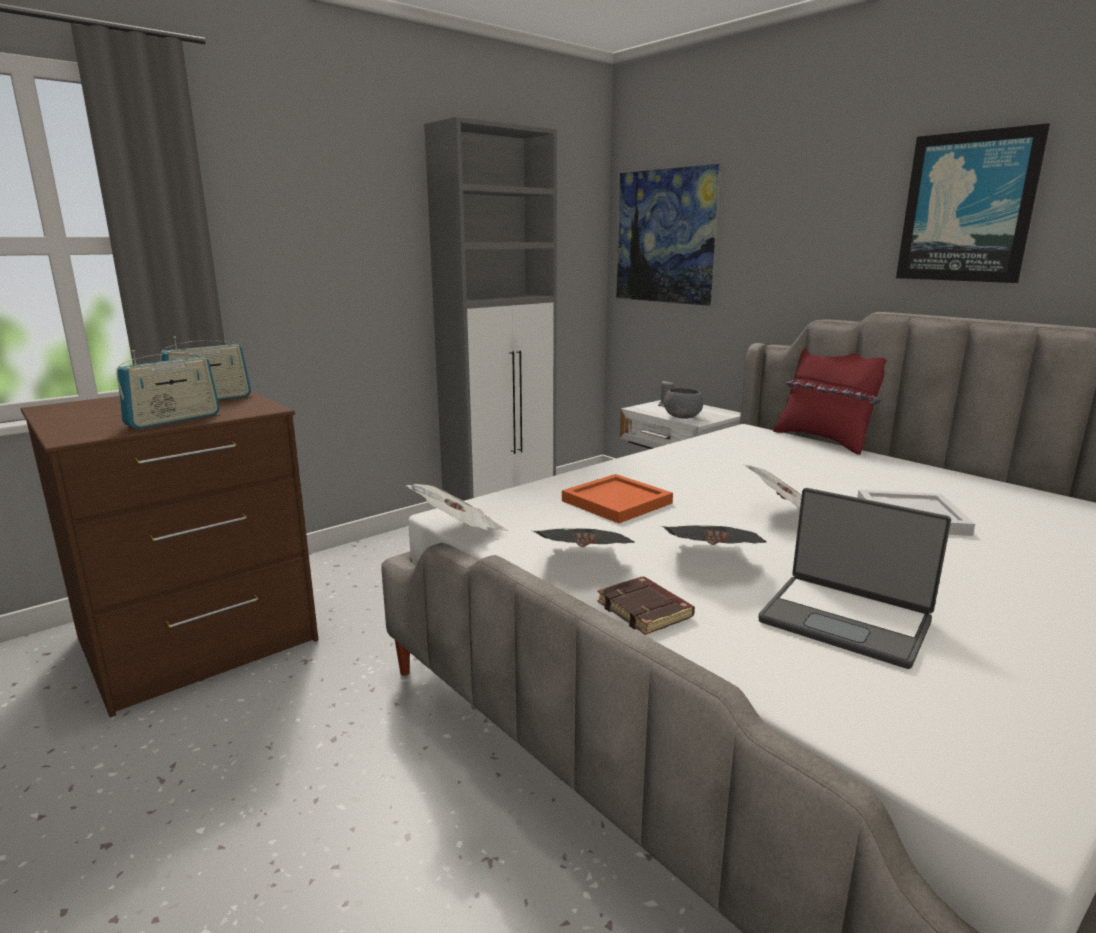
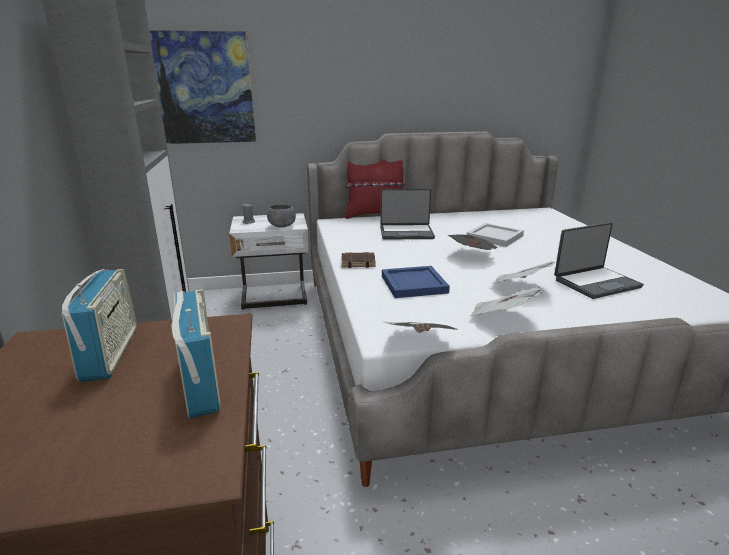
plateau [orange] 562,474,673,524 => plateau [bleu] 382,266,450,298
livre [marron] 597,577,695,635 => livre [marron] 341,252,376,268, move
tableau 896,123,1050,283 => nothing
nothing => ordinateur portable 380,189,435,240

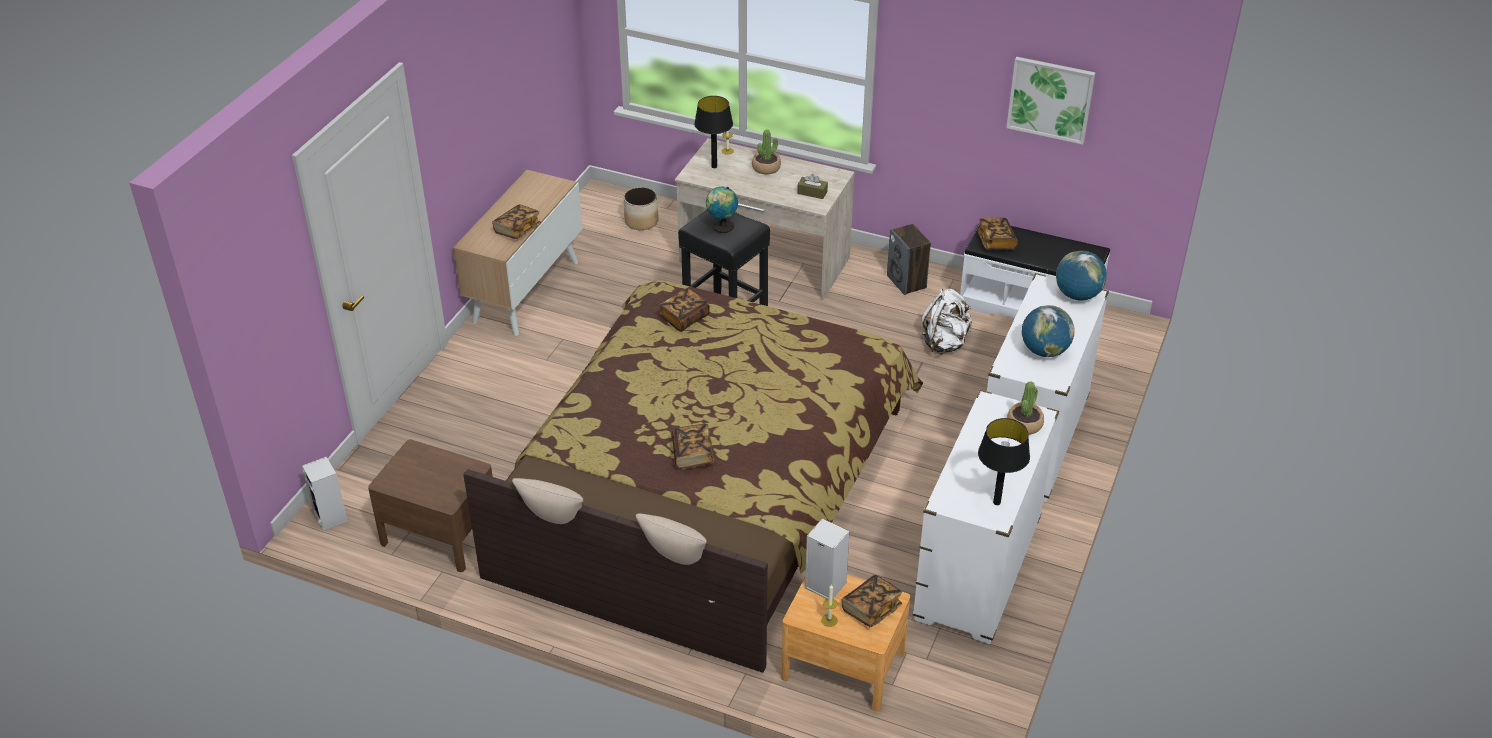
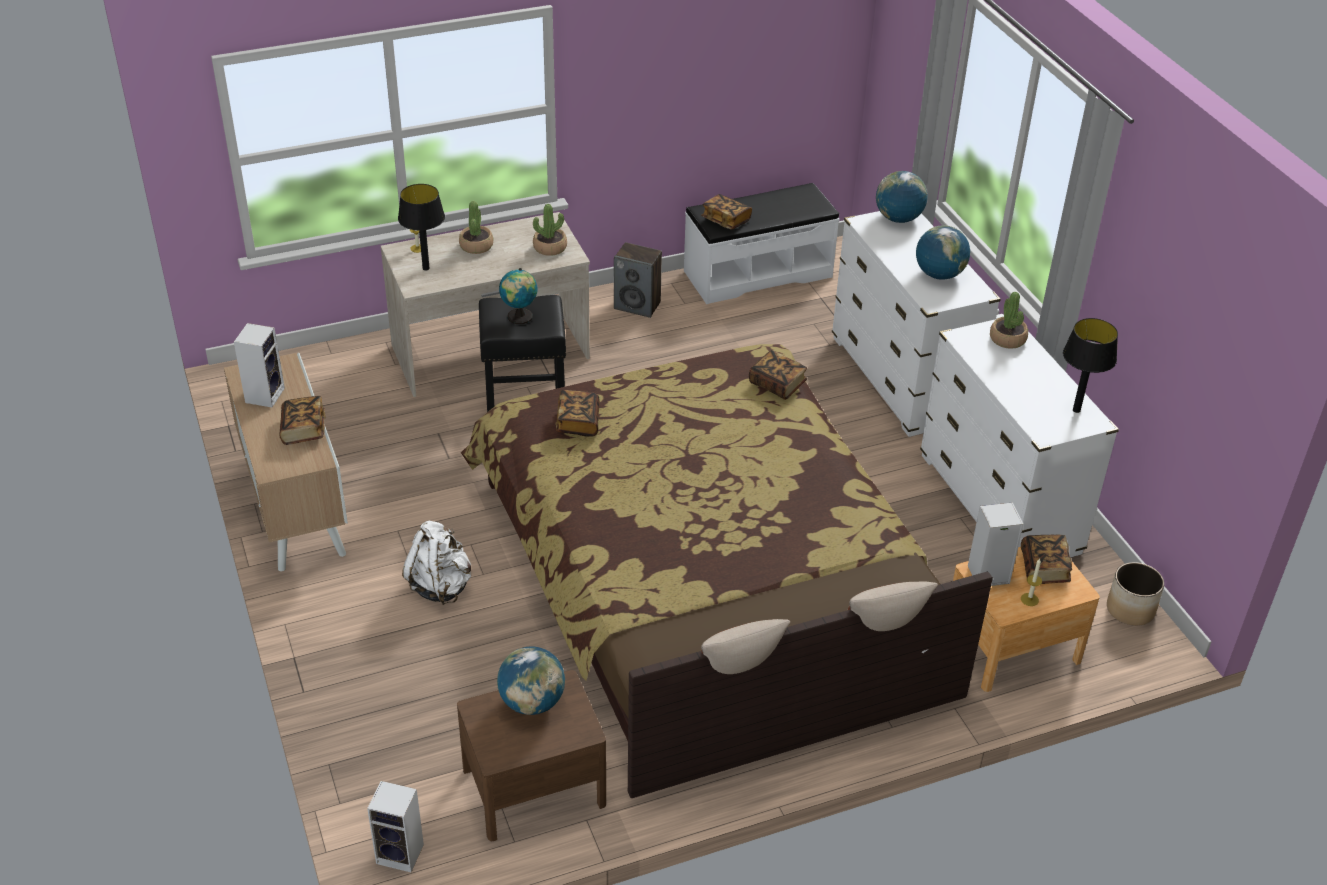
cache-pot 624,187,659,230 => cache-pot 1107,562,1164,626, move
livre 671,424,714,470 => livre 749,350,807,400, move
boîte à mouchoirs [marron] 797,174,828,199 => plante en pot 533,204,567,256
sac à dos [blanc] 921,288,972,355 => sac à dos [blanc] 402,521,471,605, move
tableau 1006,57,1095,144 => nothing
nothing => enceinte 234,323,285,407
nothing => globe 497,646,565,715

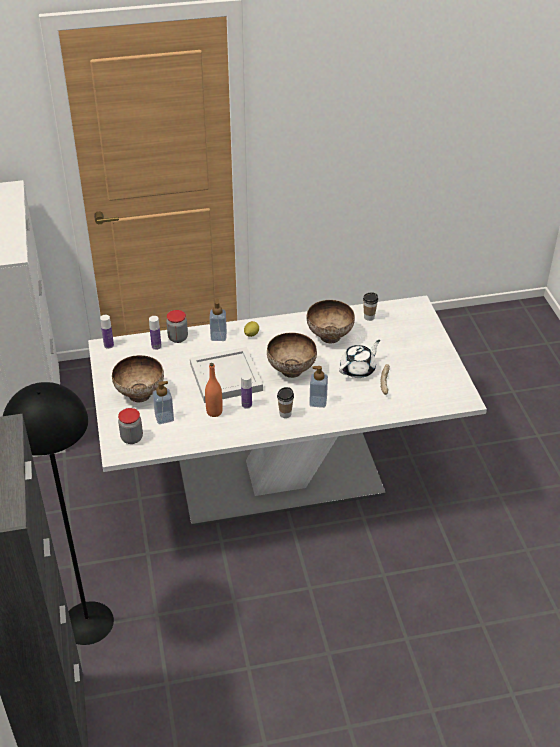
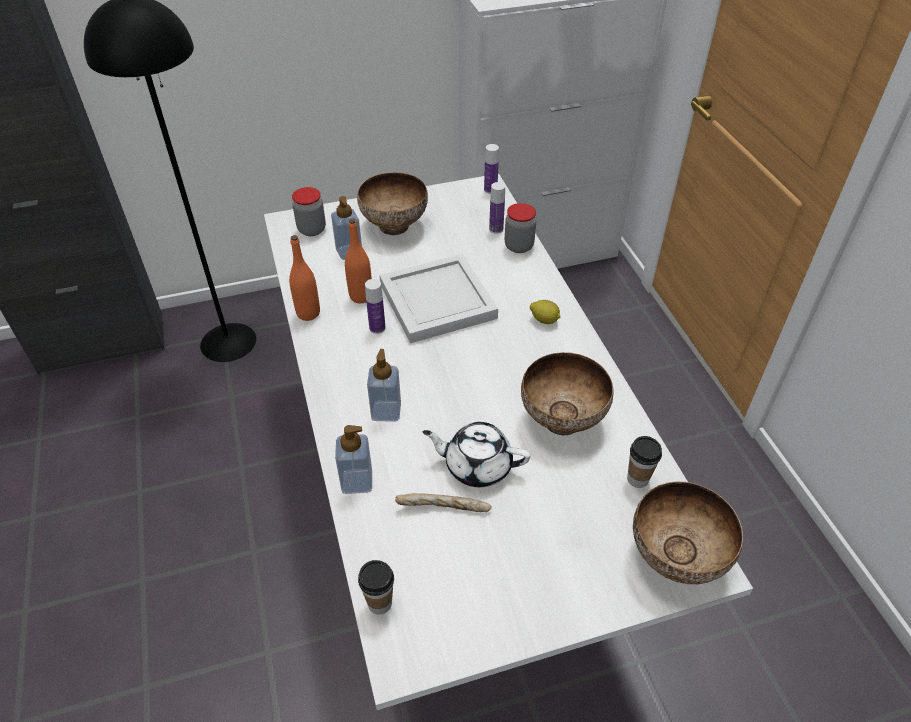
distributeur de savon 209,299,227,341 => distributeur de savon 335,425,372,494, move
bol 267,333,317,378 => bol 633,482,743,584, move
tasse 277,387,294,418 => tasse 358,560,394,615, move
théière [blanc] 339,340,380,378 => théière [blanc] 423,422,530,487, 150 degrees clockwise
nothing => bouteille [orange] 289,235,320,321

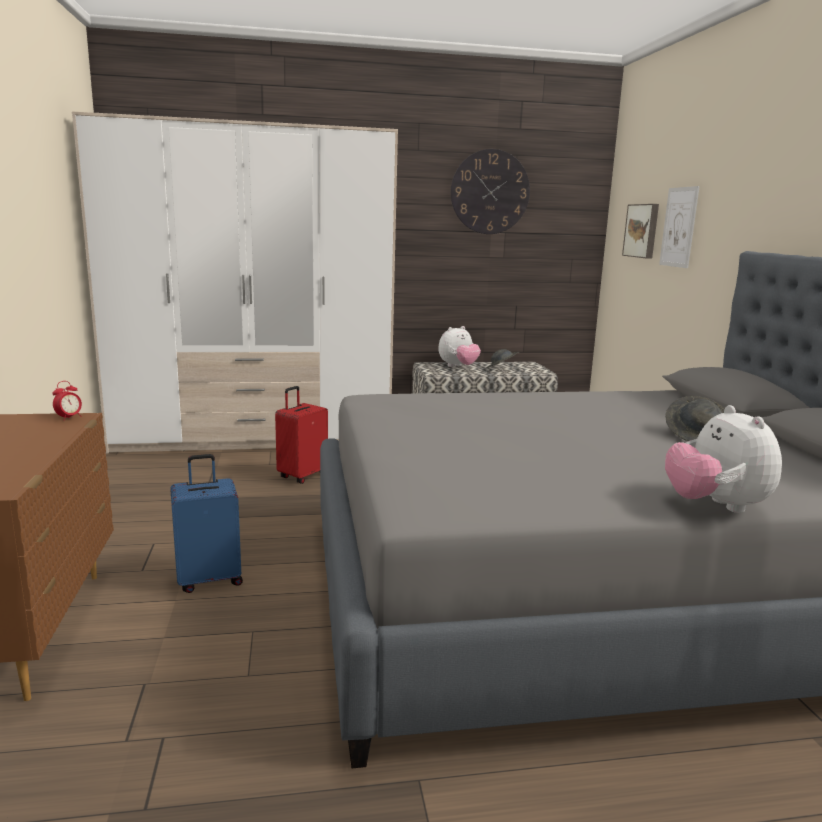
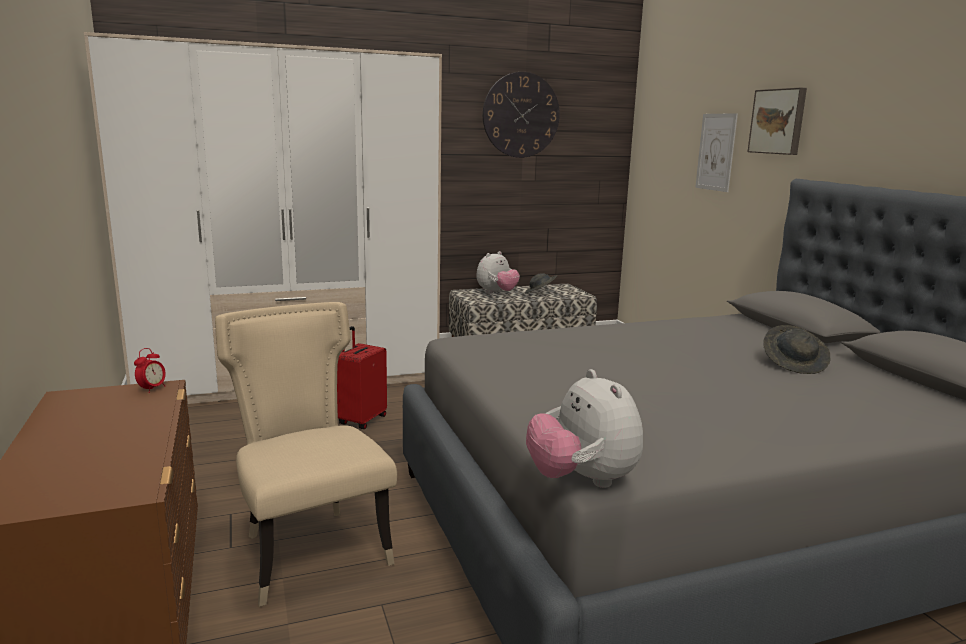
valise [bleu] 170,454,243,593 => chaise [beige] 215,302,397,607
tableau 622,204,659,259 => tableau 748,88,807,155, move
peluche 665,405,782,513 => peluche 526,369,643,488, move

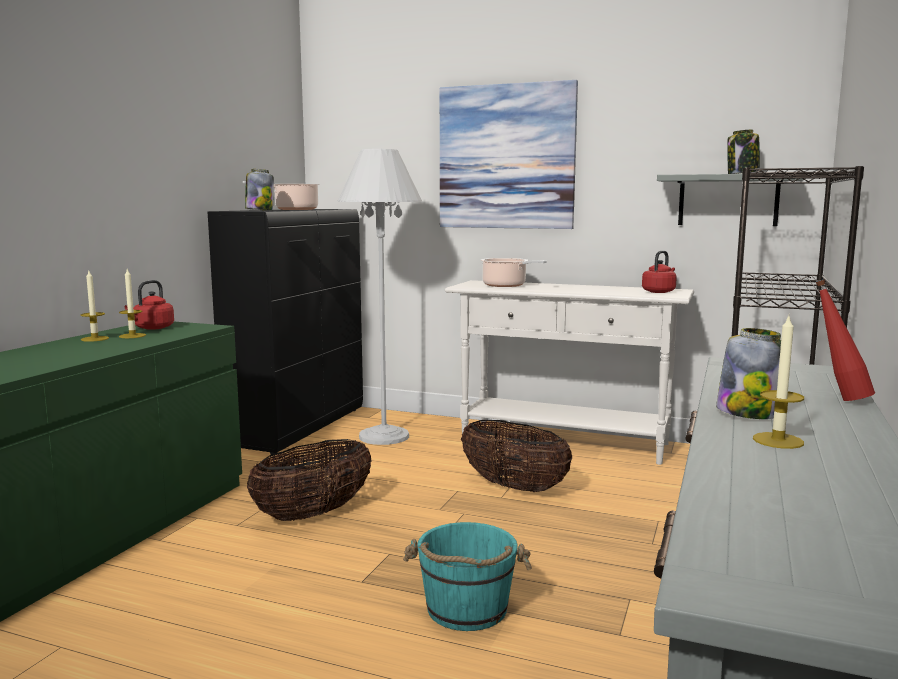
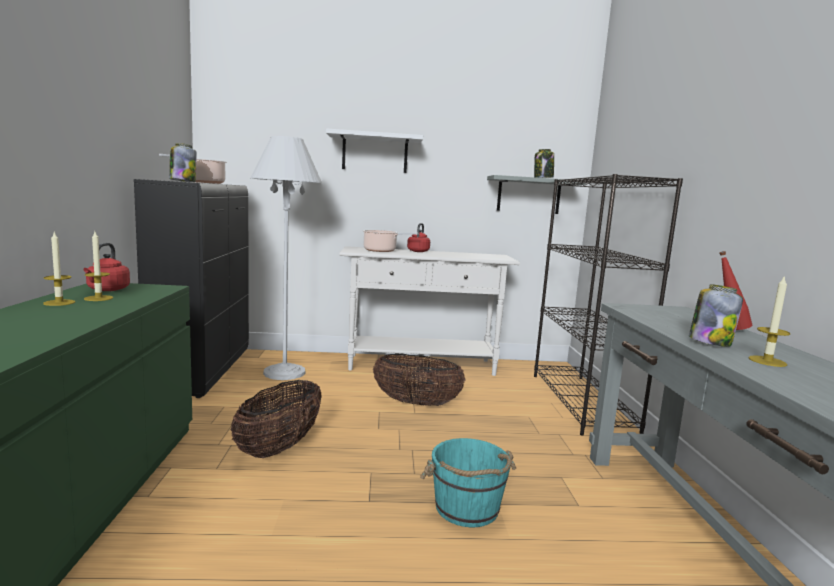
tableau 440,80,578,229 => étagère [blanc] 326,129,423,173
bouilloire [rouge] 642,251,677,293 => bouilloire [rouge] 407,223,430,252, move

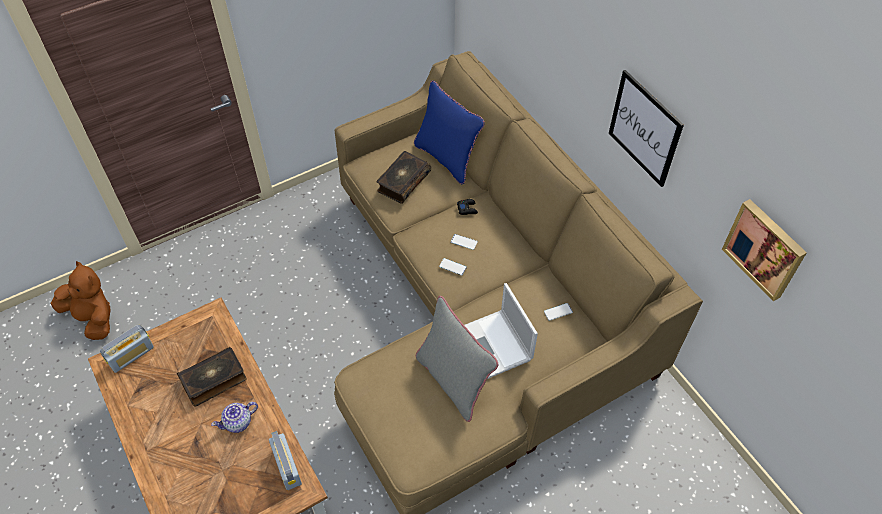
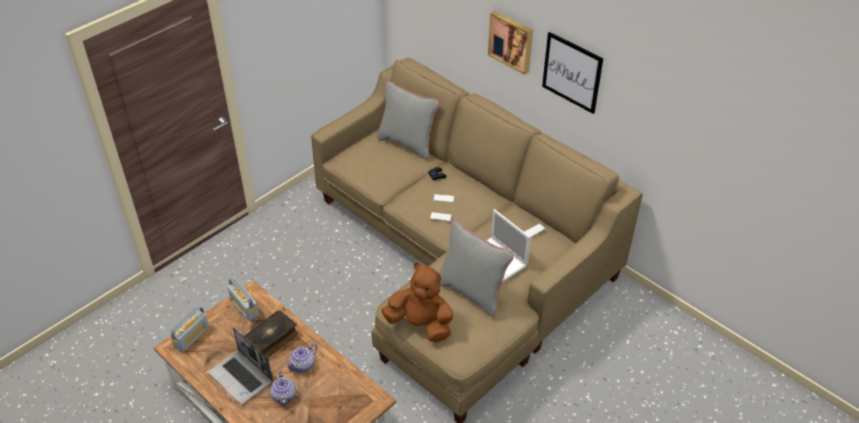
peluche [marron] 50,261,110,340 => peluche [marron] 381,262,454,342, move
radio 269,431,302,490 => radio 227,277,259,321, move
livre 376,151,431,204 => nothing
coussin [bleu] 414,81,485,184 => coussin [gris] 377,81,439,160
tableau 722,199,807,301 => tableau 488,11,533,75, move
nothing => ordinateur portable 208,327,273,405
nothing => théière 270,371,296,406

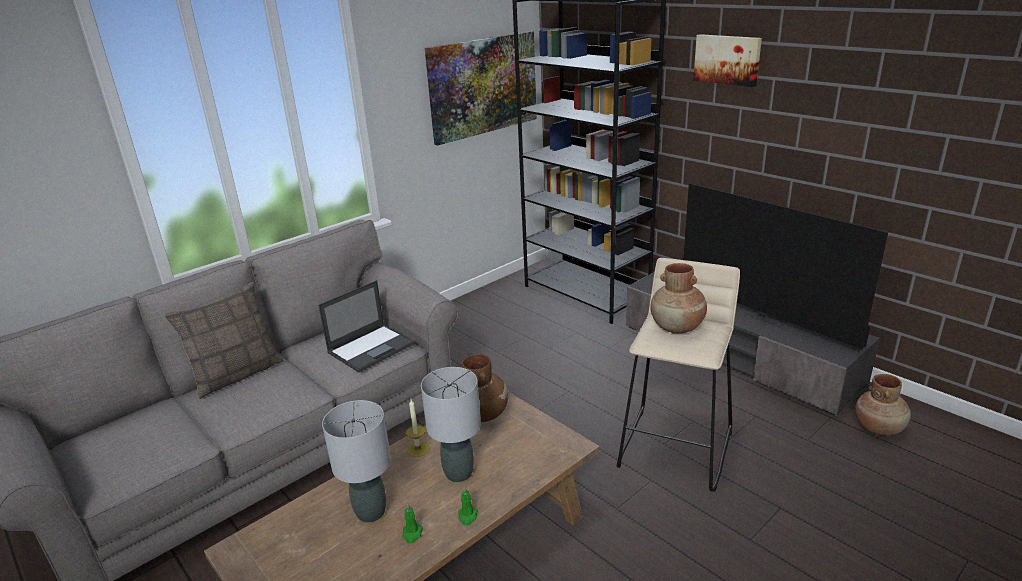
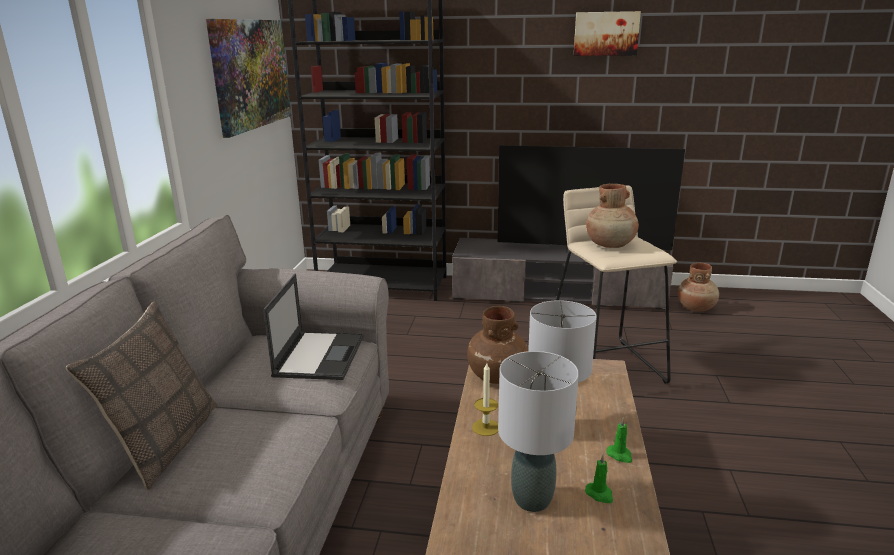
tableau 693,34,762,87 => tableau 574,11,641,56, move

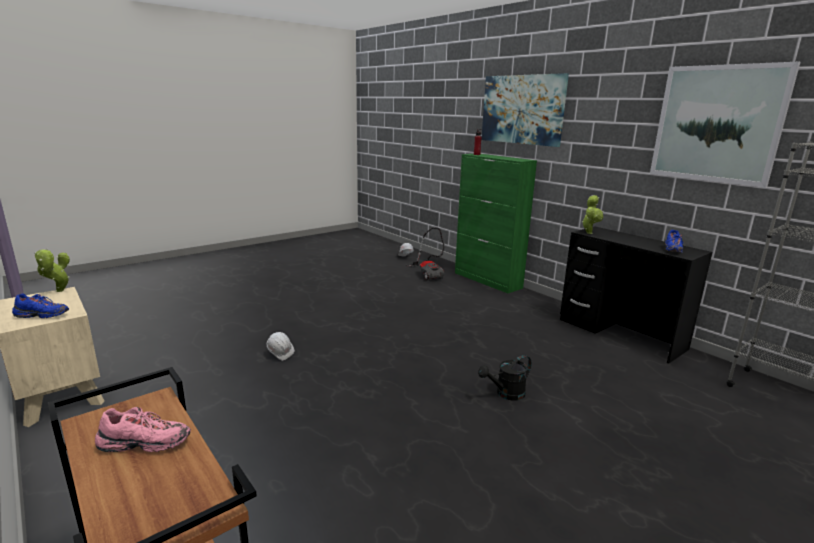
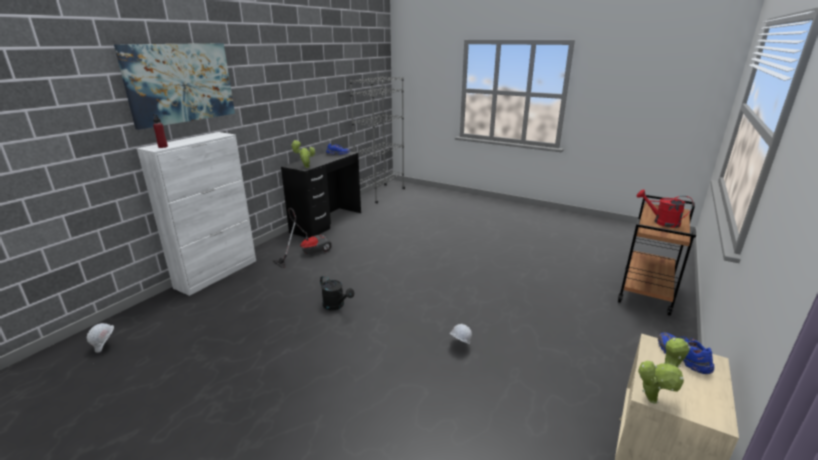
chaussure [rose] 95,407,191,452 => arrosoir [rouge] 637,190,693,228
aspirateur 406,227,444,280 => aspirateur 273,208,332,268, move
meuble de rangement [vert] 455,154,537,293 => meuble de rangement [blanc] 137,132,256,296
arrosoir [noir] 478,355,532,401 => arrosoir [noir] 320,276,354,310, move
tableau 650,62,800,188 => nothing

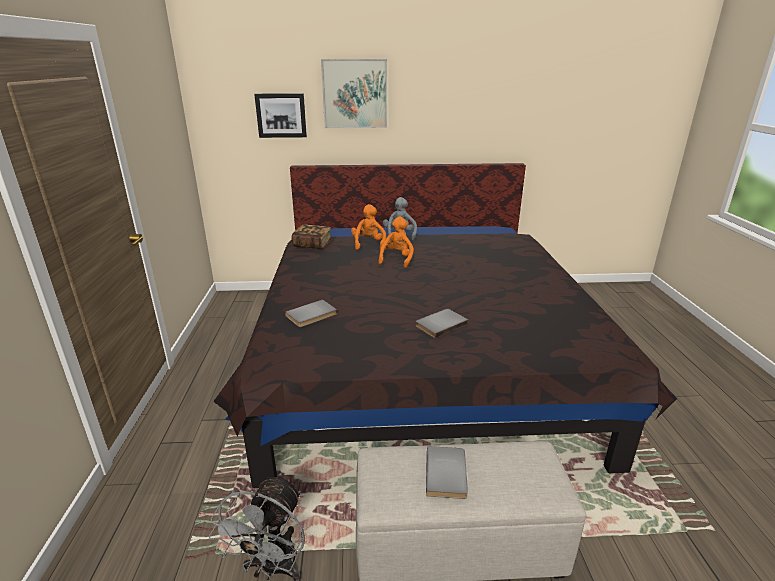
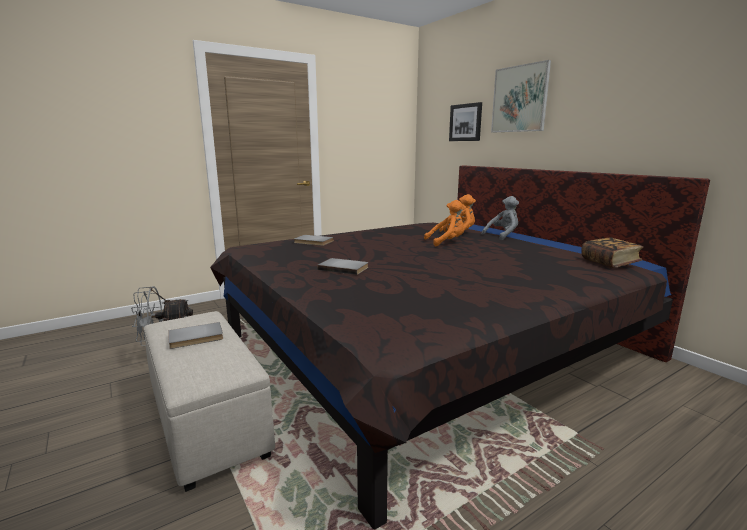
livre 291,224,332,249 => livre 581,237,643,268, move

